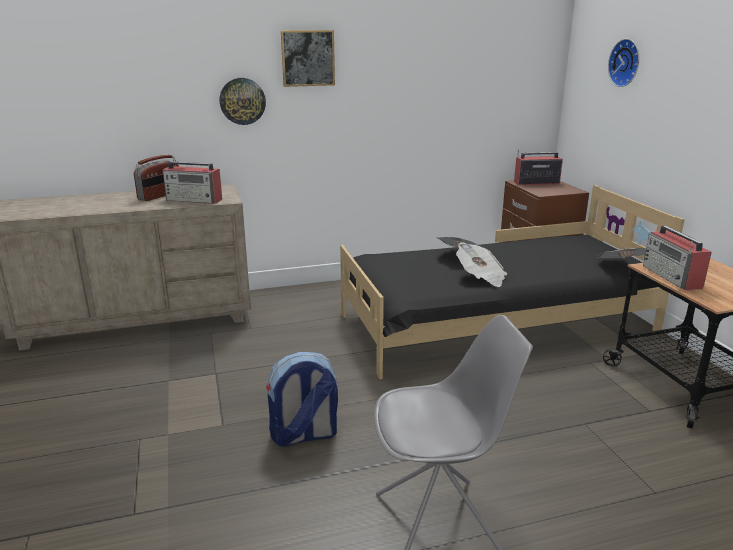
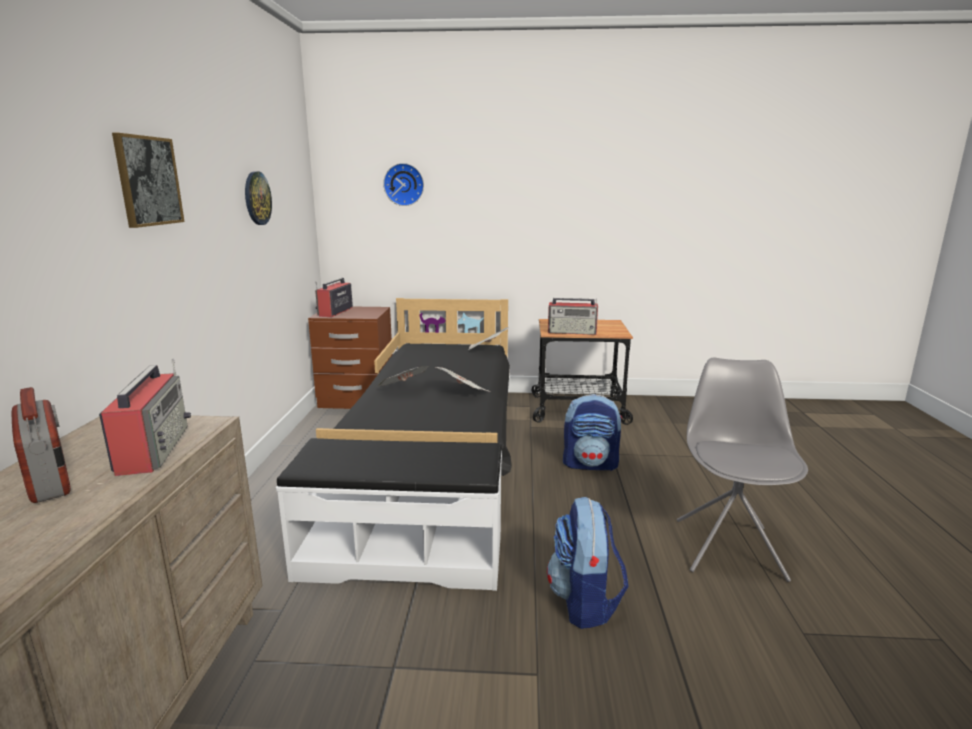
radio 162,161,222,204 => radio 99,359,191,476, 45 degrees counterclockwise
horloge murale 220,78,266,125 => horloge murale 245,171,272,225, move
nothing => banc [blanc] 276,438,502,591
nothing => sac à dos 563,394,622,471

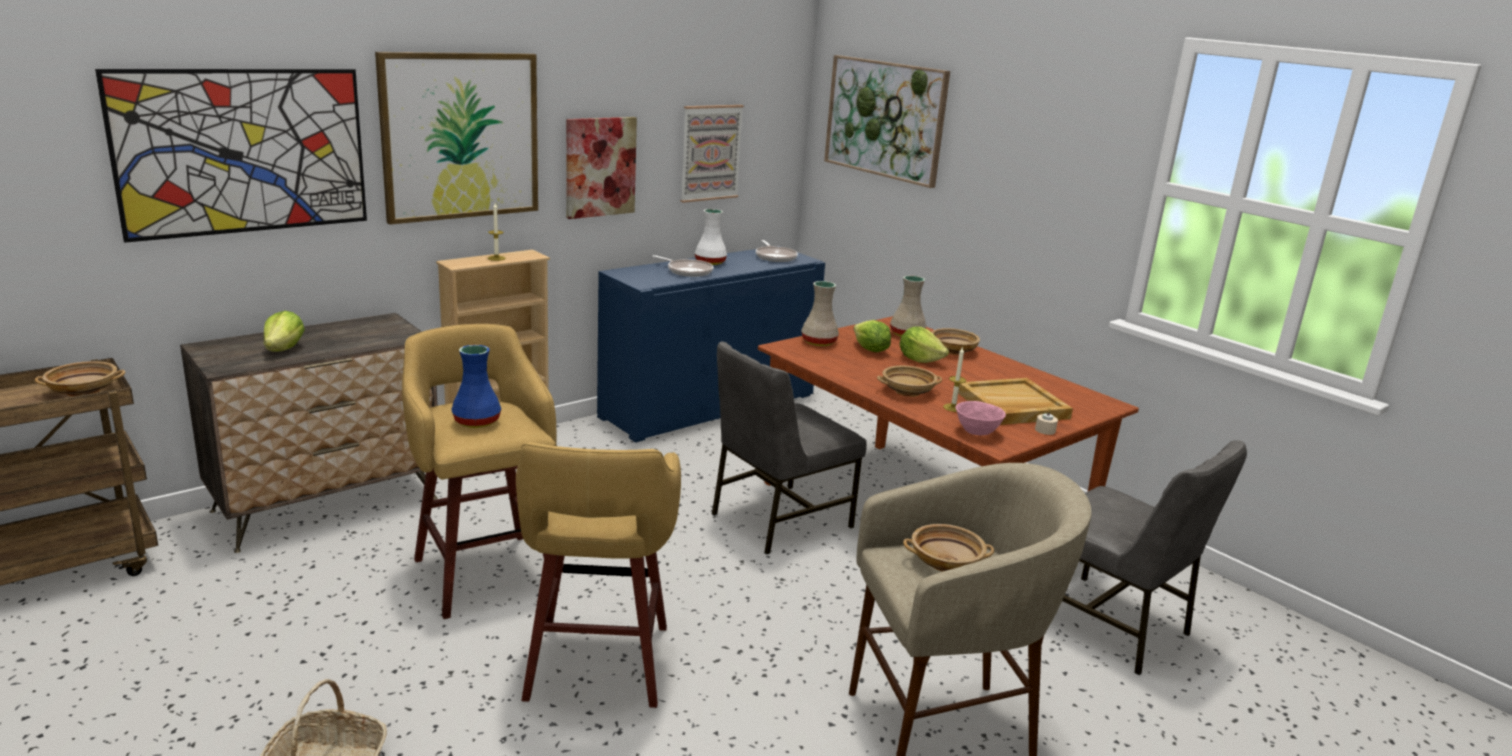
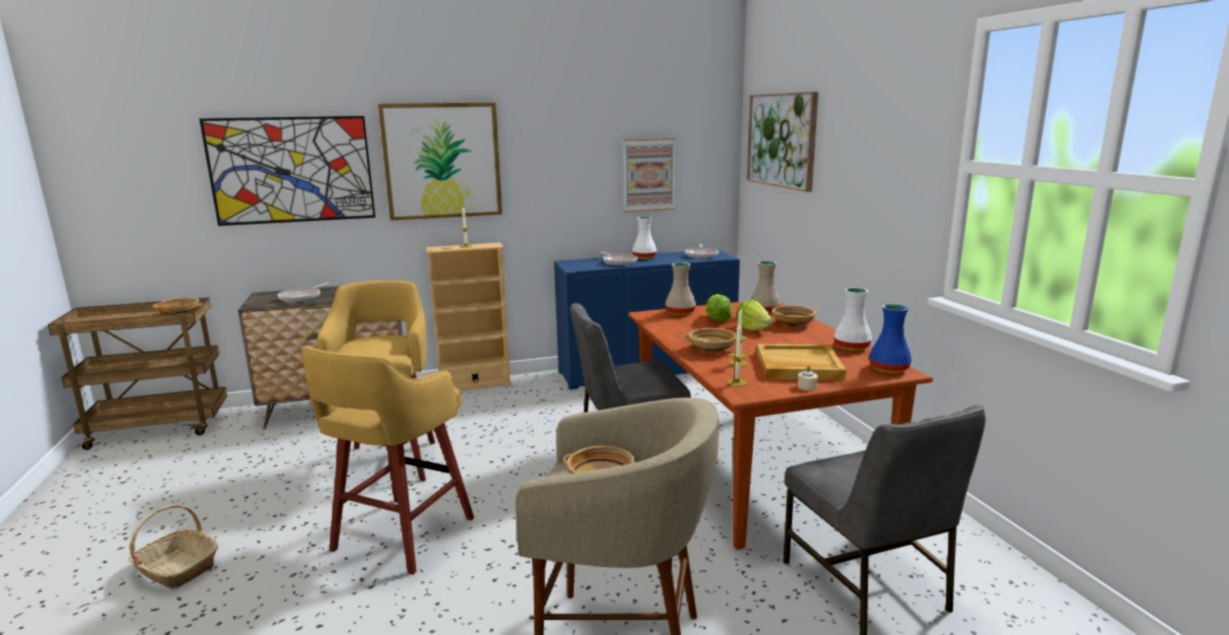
laitue 264,311,305,352 => poêle 278,283,330,302
vase [bleu] 451,345,501,428 => vase [bleu] 869,304,912,373, move
tableau 566,117,637,219 => nothing
bol [rose] 956,401,1006,435 => bougie 727,324,747,386
nothing => vase [blanc] 833,288,872,351

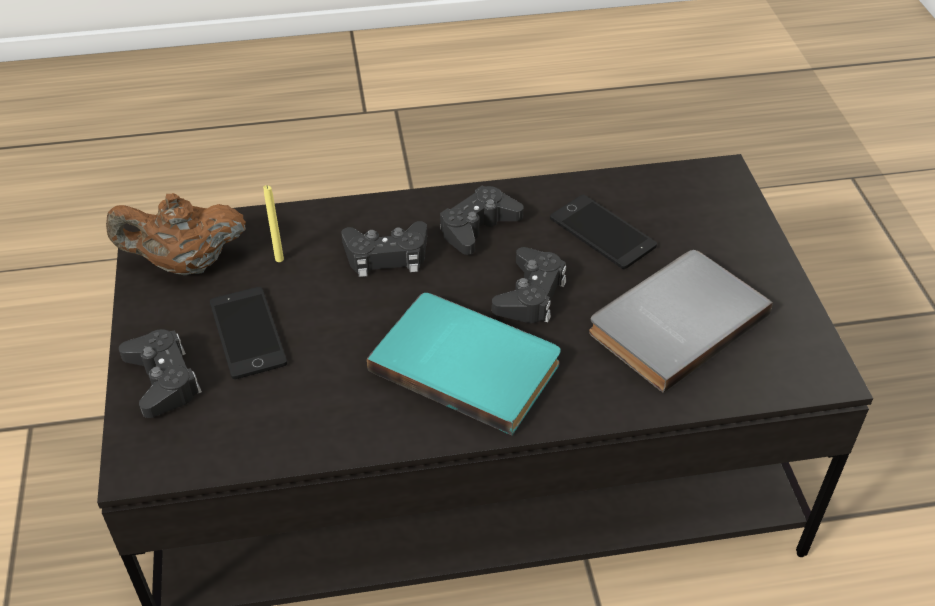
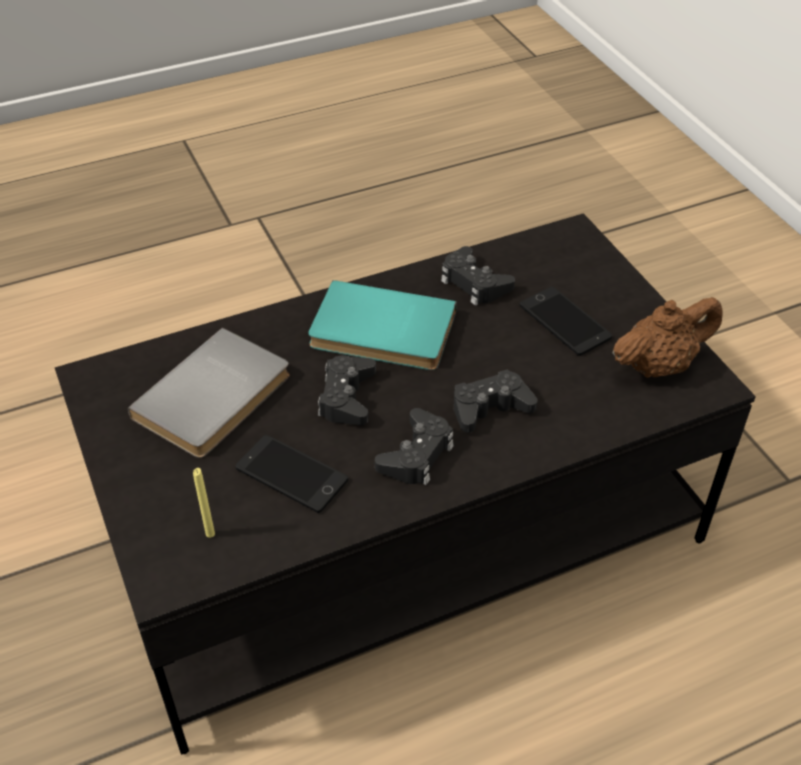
manette [noir] 119,329,202,418 => manette [noir] 441,246,515,306, move
bougie [jaune] 263,185,284,262 => bougie [jaune] 193,468,215,538, move

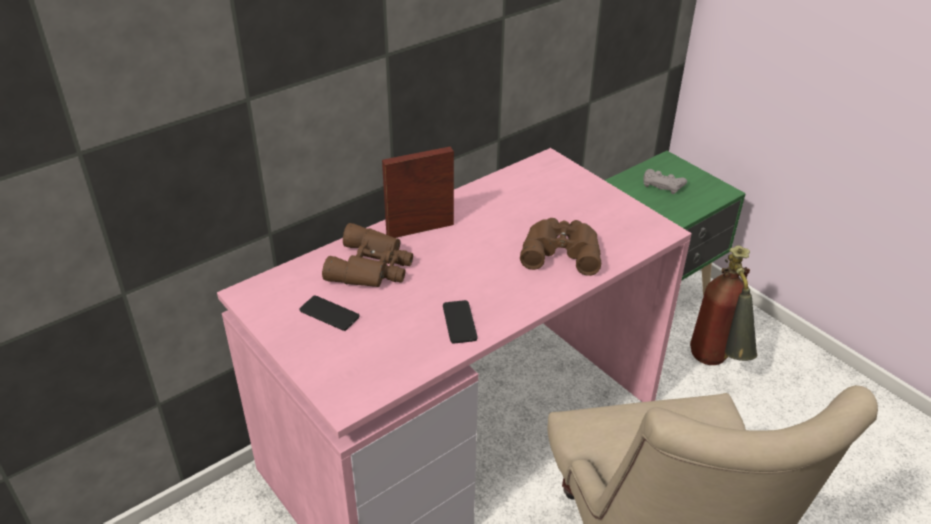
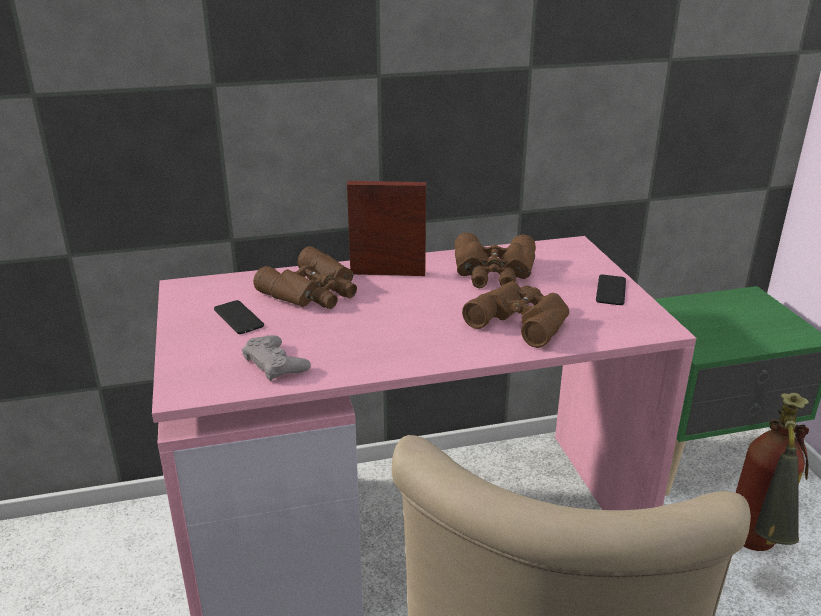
téléphone 443,300,478,343 => téléphone 596,275,626,305, move
manette [gris] 643,169,687,194 => manette [gris] 242,335,311,381, move
nothing => jumelles [marron] 455,233,536,288

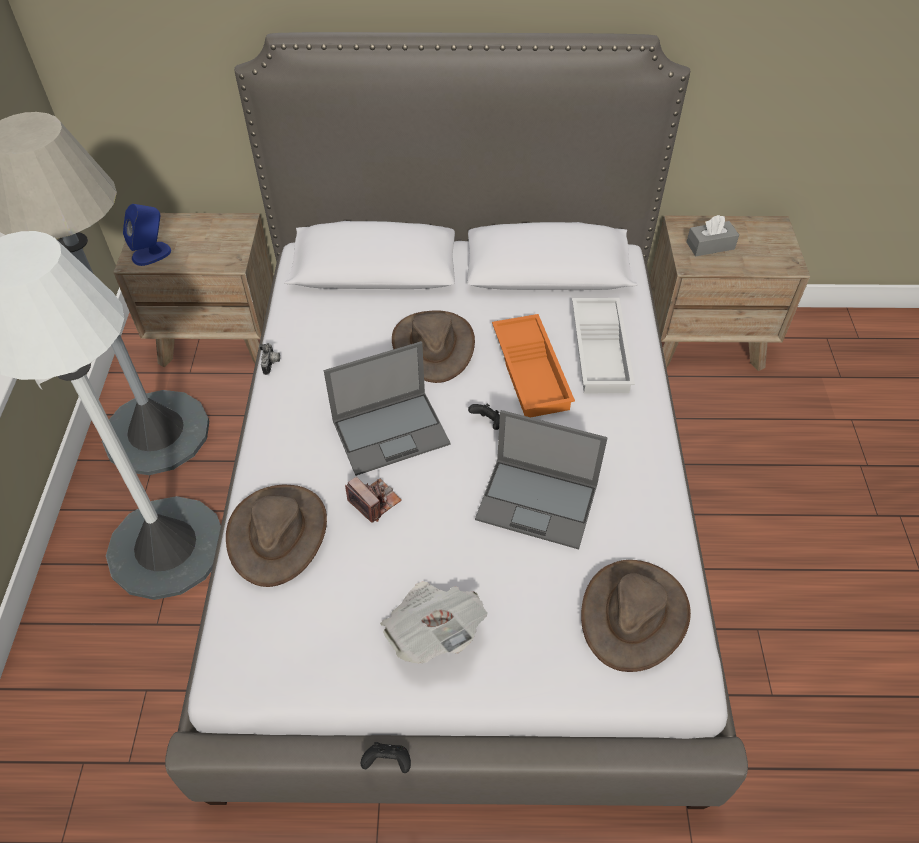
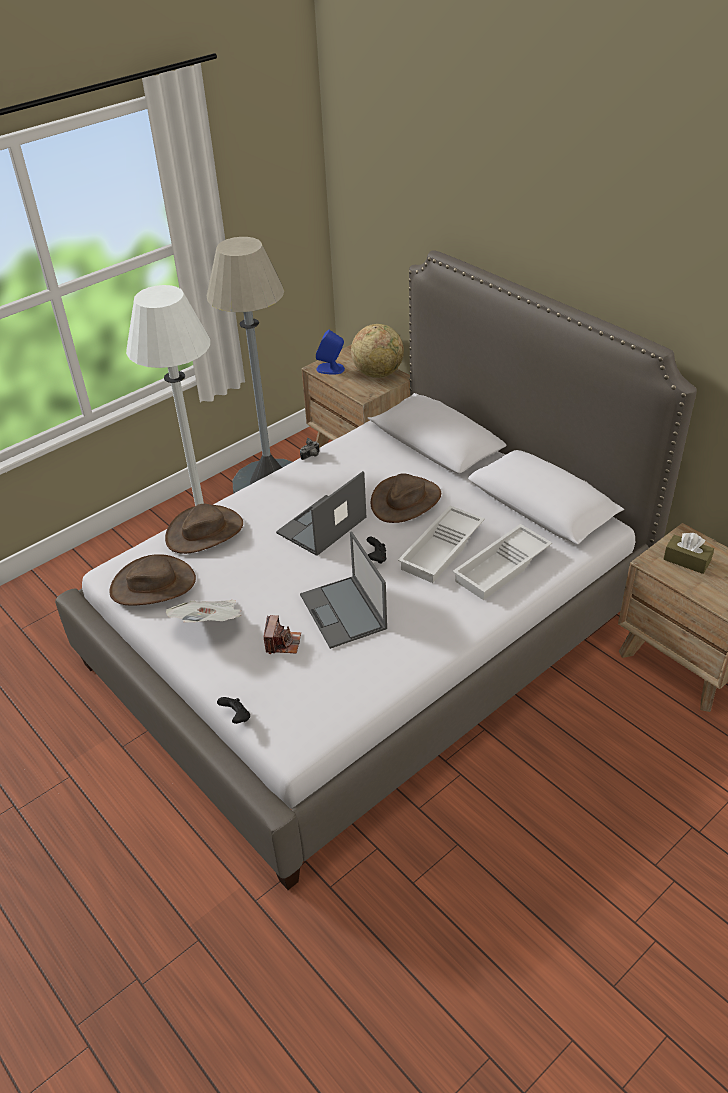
ordinateur portable 324,341,451,476 => ordinateur portable 276,471,367,556, 105 degrees clockwise
appareil photo 345,477,402,523 => appareil photo 264,615,301,654, move
manette [noir] 361,742,411,773 => manette [noir] 217,697,250,724, move
plateau [orange] 492,314,575,417 => plateau [blanc] 398,506,485,583
chapeau [marron] 581,560,691,672 => chapeau [marron] 110,554,196,606, move
boîte à mouchoirs [gris] 686,215,739,256 => boîte à mouchoirs [marron] 663,533,714,574
nothing => globe 351,324,404,378

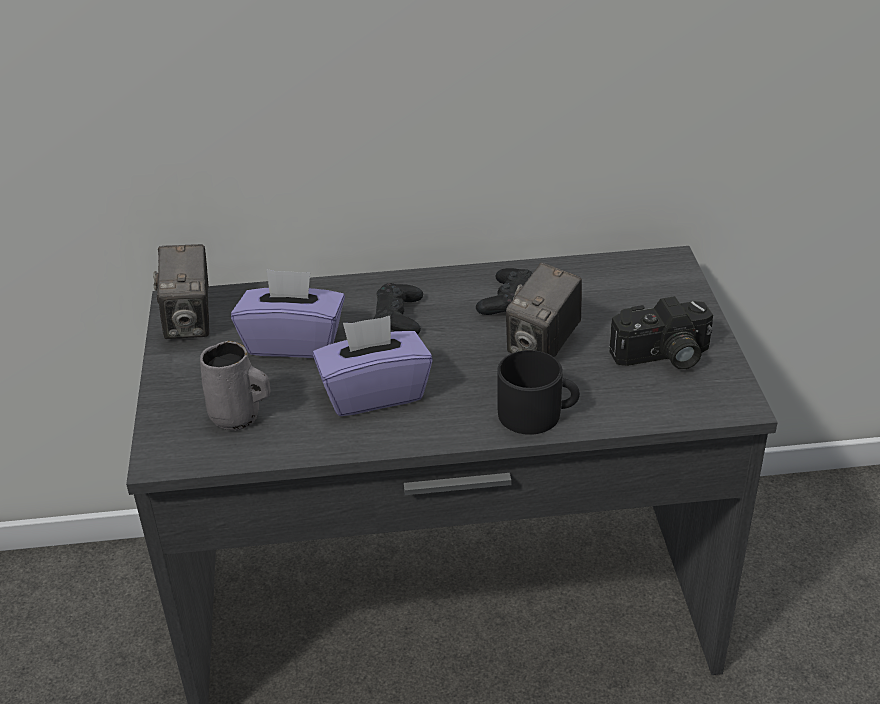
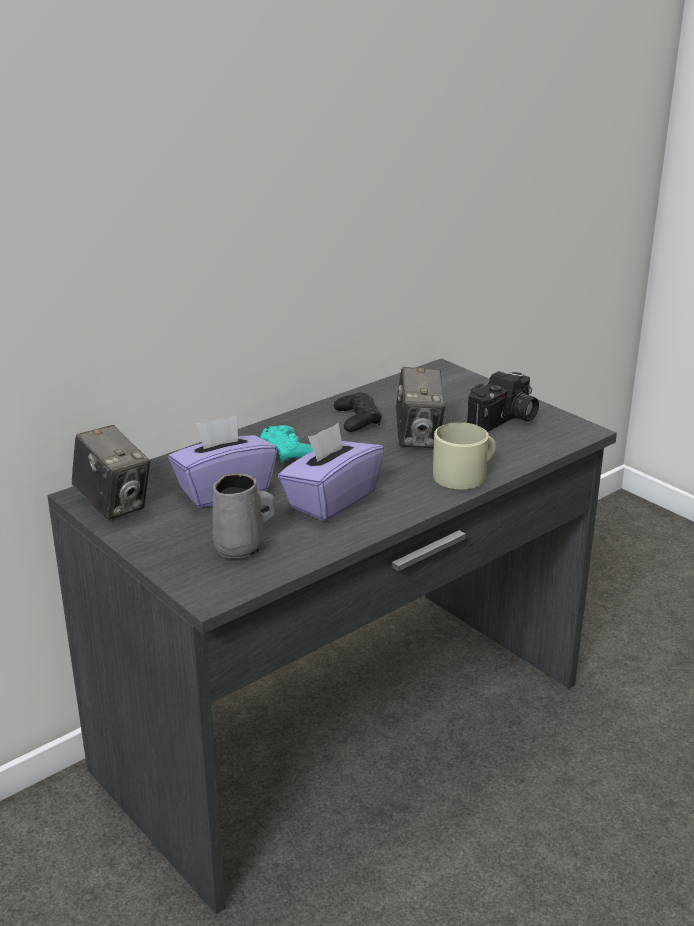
manette [noir] 373,283,423,335 => manette [turquoise] 260,425,313,463
mug [noir] 497,350,580,435 => mug [beige] 433,422,496,489

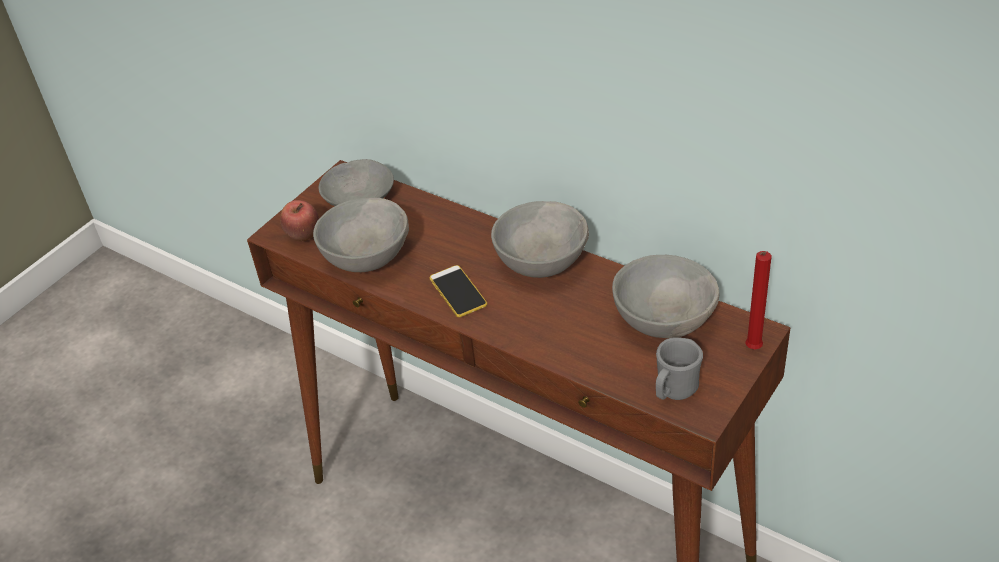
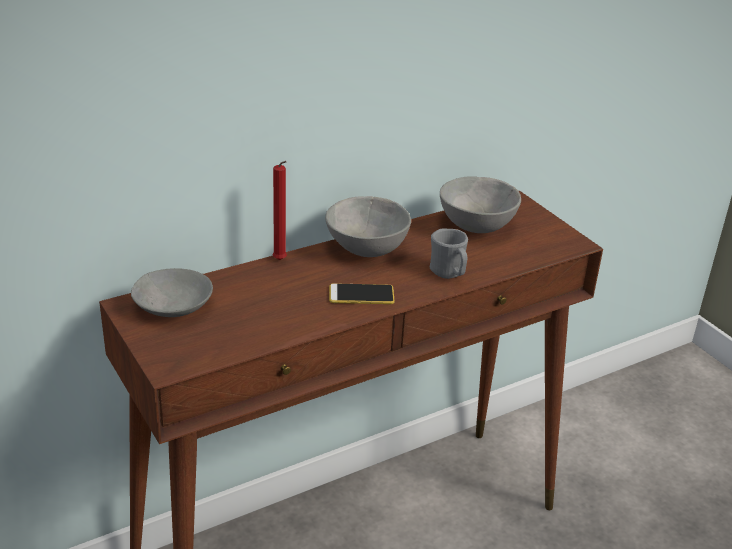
pomme 280,200,319,242 => nothing
bol [gris] 313,198,409,272 => nothing
mug [gris] 656,337,703,400 => mug [gris] 430,228,468,279, move
bougie [rouge] 745,251,772,349 => bougie [rouge] 272,161,287,260, move

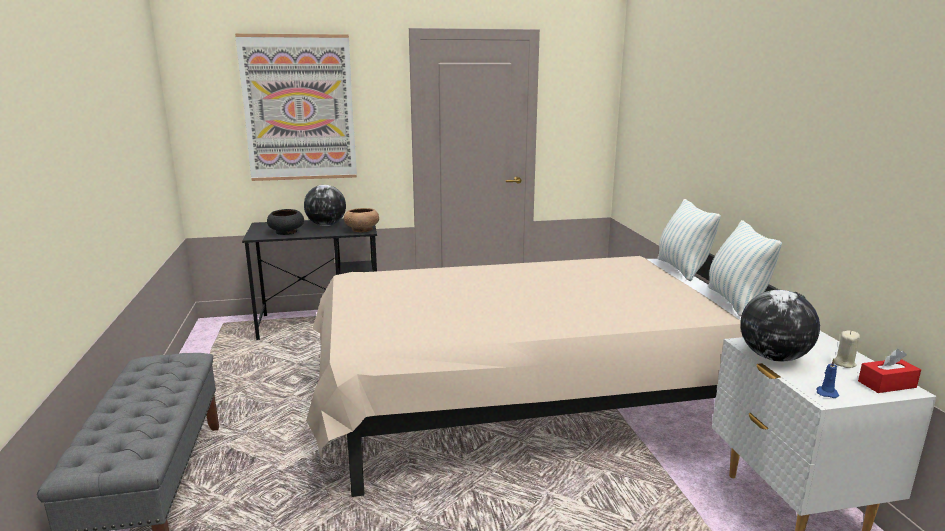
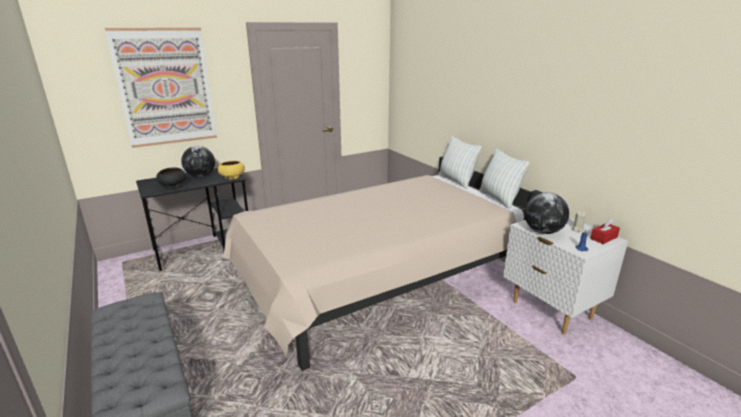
bol [marron] 344,208,379,232 => bol [jaune] 218,161,245,180

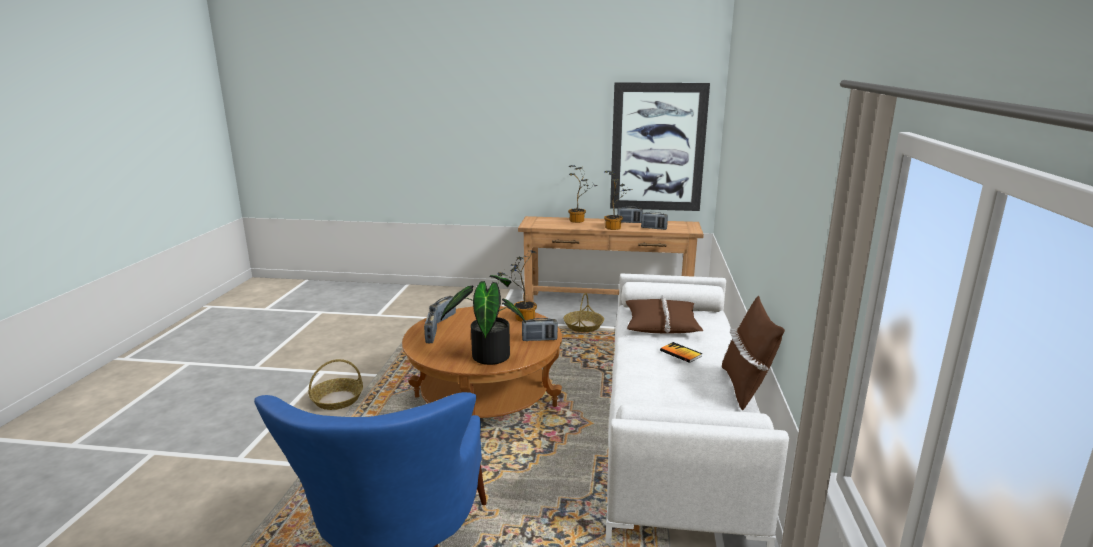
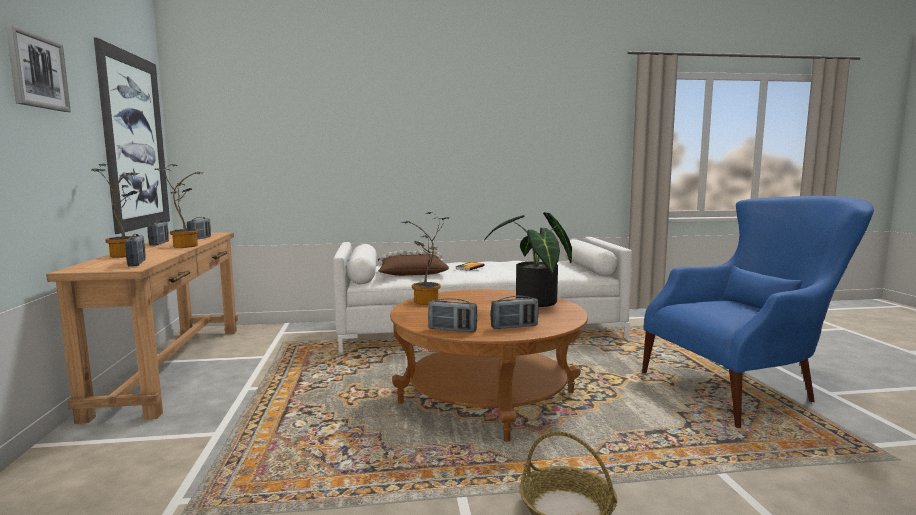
radio 522,318,558,341 => radio 125,234,146,266, move
panier 563,293,604,332 => nothing
coussin [marron] 722,296,785,410 => nothing
nothing => tableau 6,24,71,112

